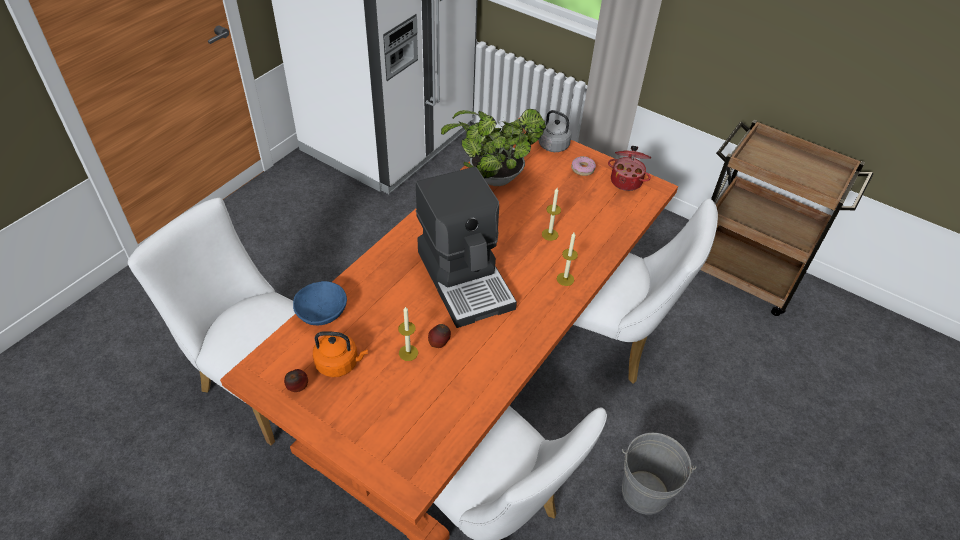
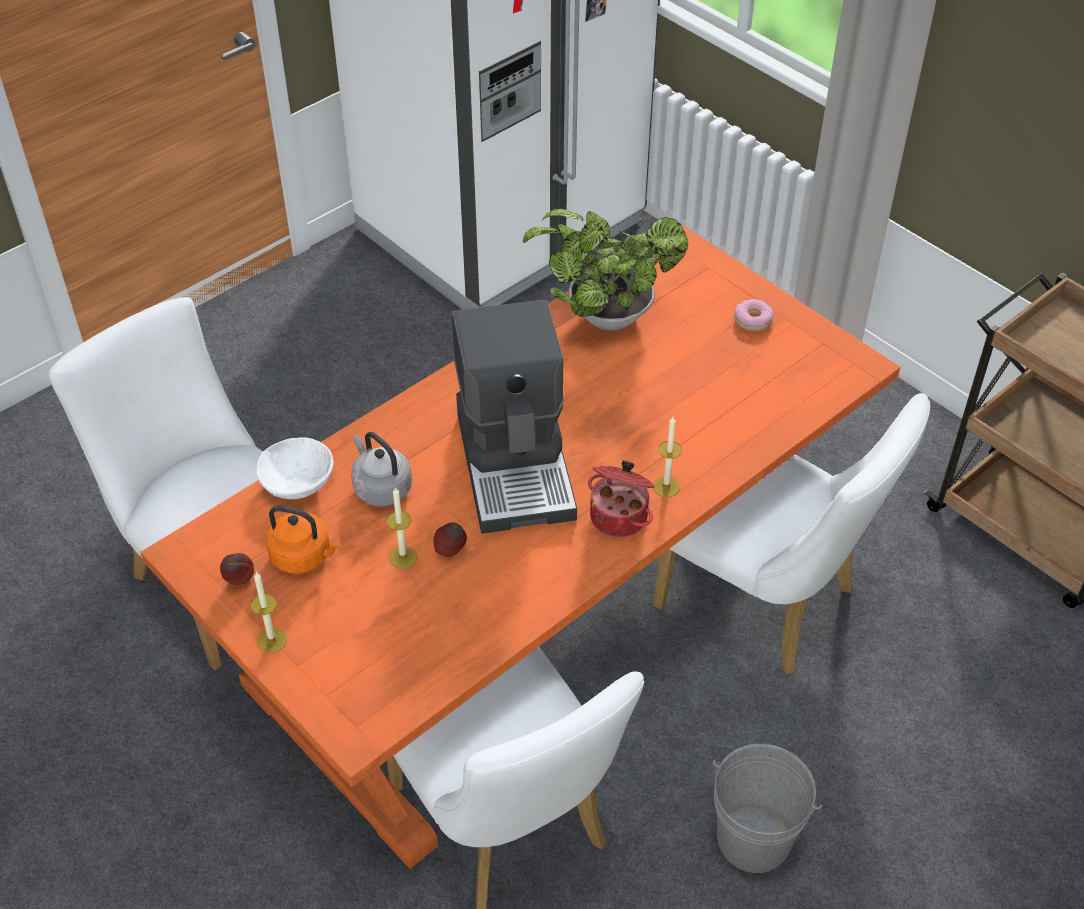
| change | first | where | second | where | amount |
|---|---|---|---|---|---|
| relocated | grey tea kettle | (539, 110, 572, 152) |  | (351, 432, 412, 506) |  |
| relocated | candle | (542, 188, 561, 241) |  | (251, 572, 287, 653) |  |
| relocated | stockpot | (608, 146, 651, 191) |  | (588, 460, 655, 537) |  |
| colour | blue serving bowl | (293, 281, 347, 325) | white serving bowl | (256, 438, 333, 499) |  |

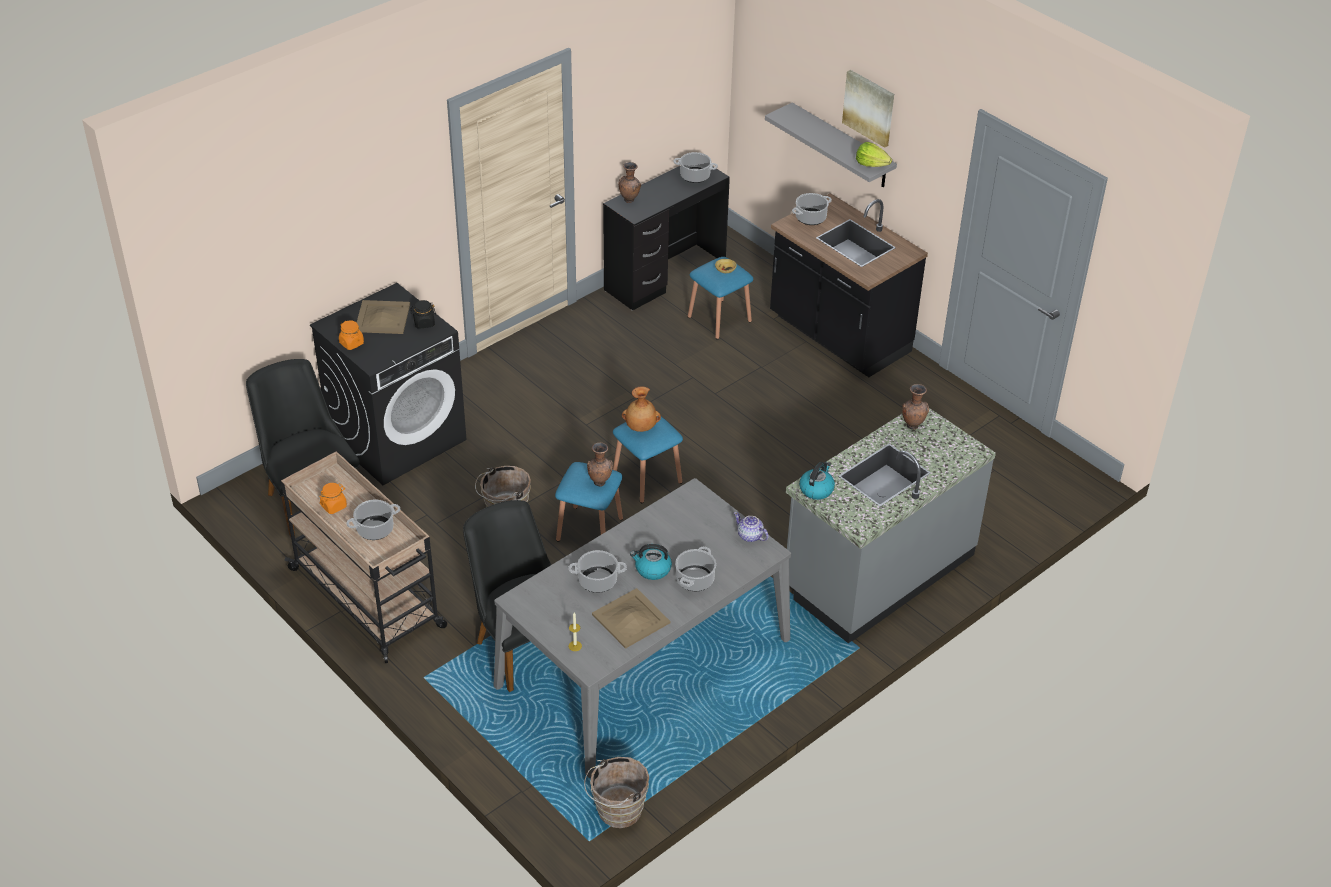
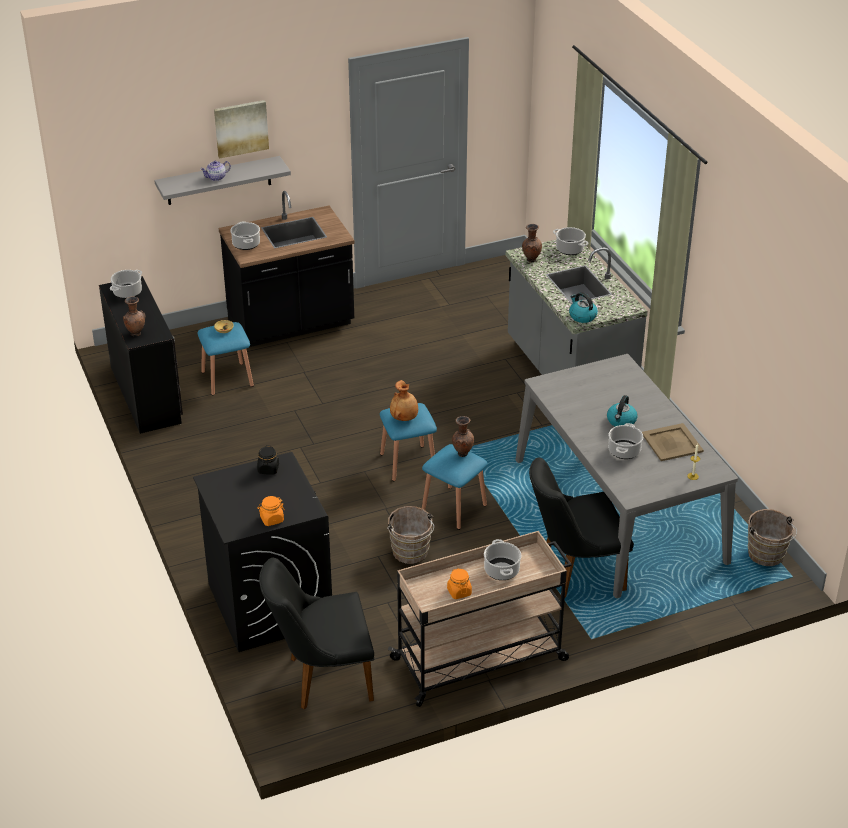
| change | first | where | second | where | amount |
|---|---|---|---|---|---|
| missing | sand-coloured serving tray | (356, 300, 410, 334) |  |  |  |
| missing | head of lettuce | (856, 142, 892, 167) |  |  |  |
| relocated | stockpot | (675, 547, 716, 591) |  | (553, 227, 589, 255) |  |
| relocated | tea pot | (734, 512, 769, 542) |  | (200, 161, 231, 181) |  |

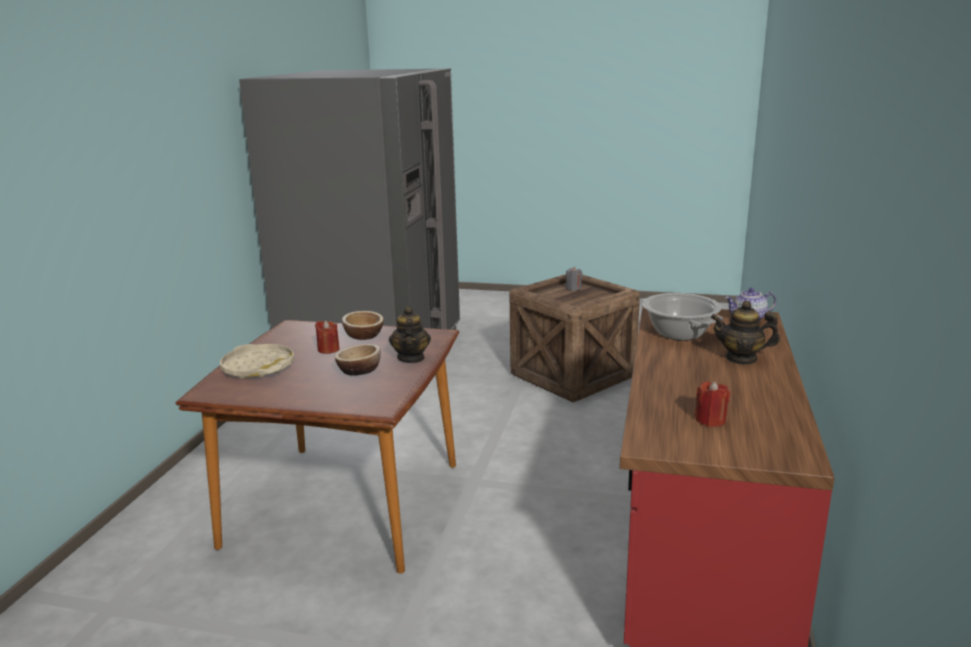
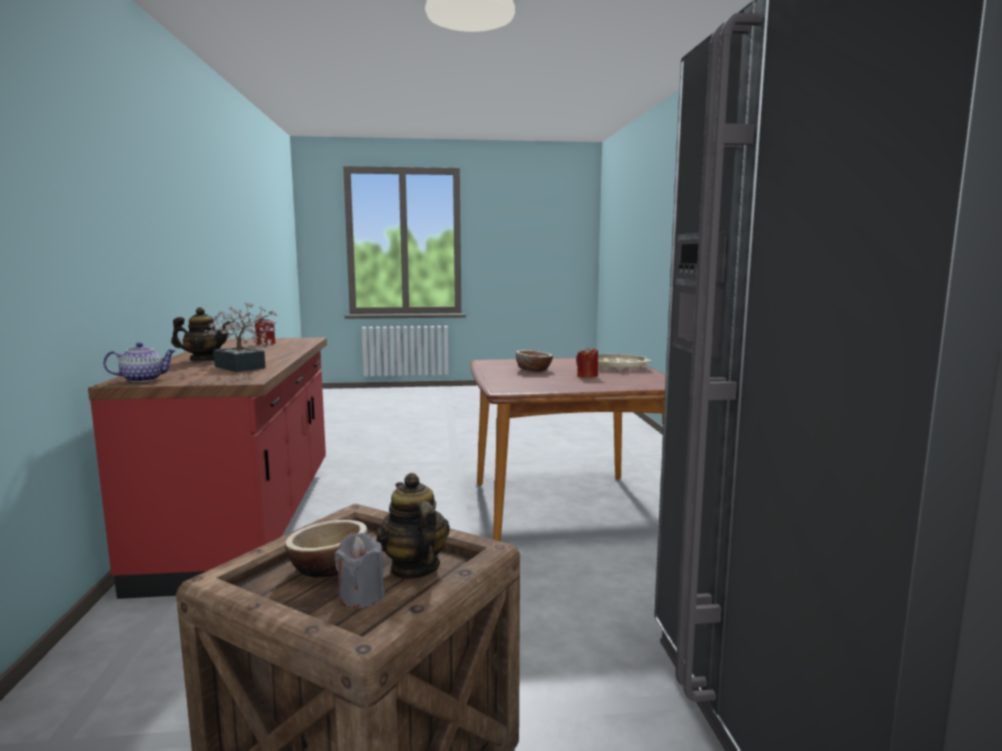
| change | first | where | second | where | amount |
|---|---|---|---|---|---|
| relocated | serving bowl | (342, 311, 384, 340) |  | (285, 520, 368, 578) |  |
| relocated | tea pot | (389, 306, 431, 363) |  | (376, 473, 450, 579) |  |
| exchanged | stockpot | (642, 293, 723, 341) | plant in a pot | (203, 303, 278, 372) |  |

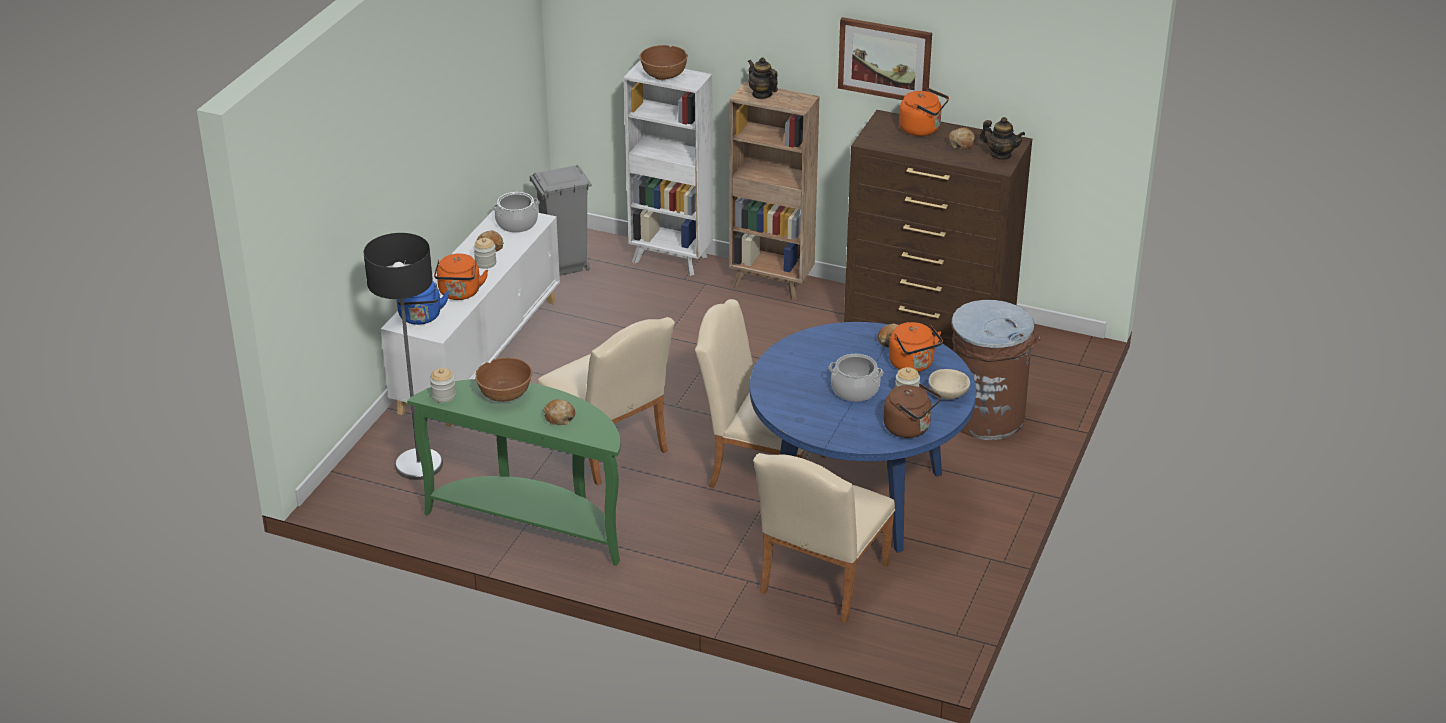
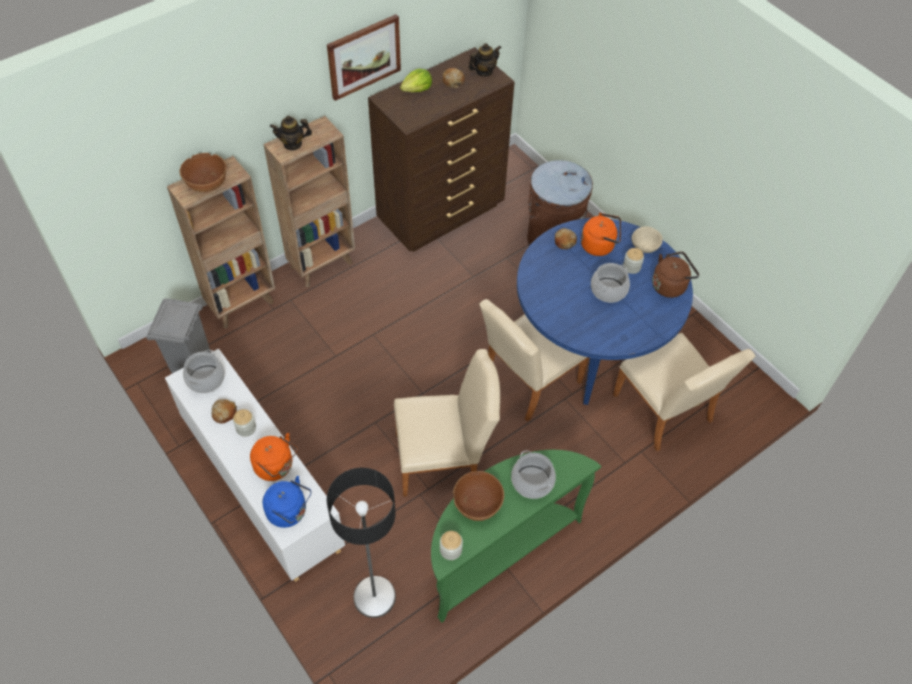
| change | first | where | second | where | amount |
|---|---|---|---|---|---|
| exchanged | bakery bread | (543, 399, 575, 425) | stockpot | (511, 451, 556, 499) |  |
| exchanged | orange tea kettle | (899, 88, 949, 136) | head of lettuce | (400, 69, 432, 92) |  |
| colour | white shelving unit | (624, 61, 713, 276) | brown-coloured shelving unit | (167, 156, 275, 328) |  |

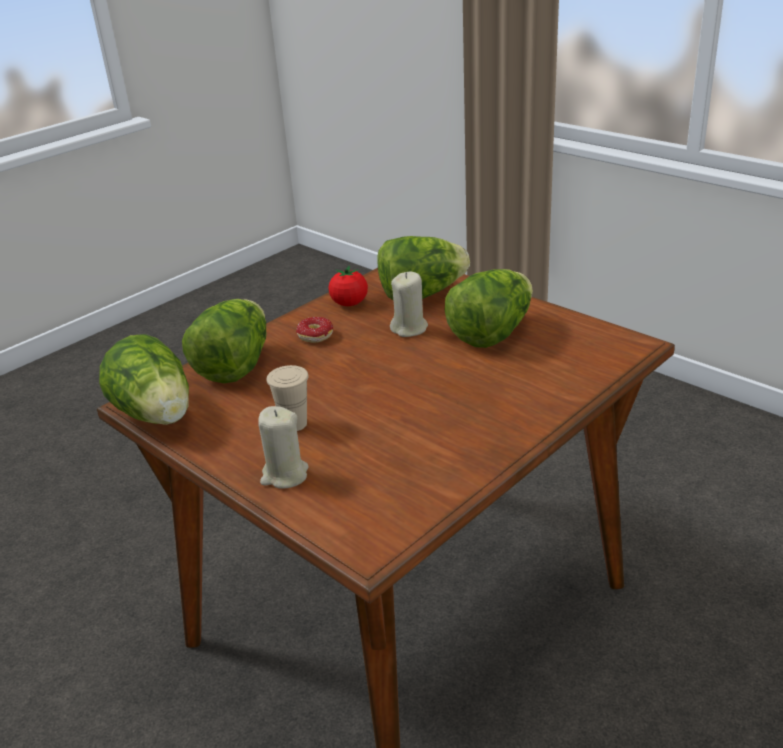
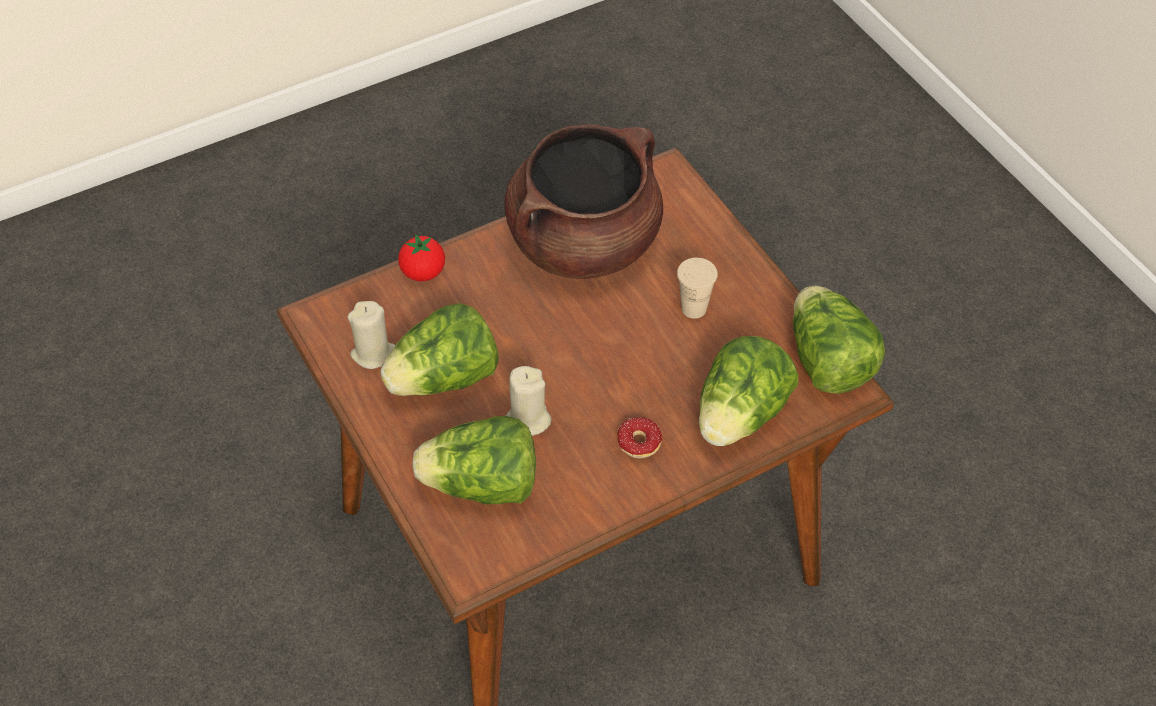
| change | first | where | second | where | amount |
|---|---|---|---|---|---|
| appeared |  |  | brown-coloured stockpot | (504, 124, 663, 279) |  |
| relocated | sand-coloured candle | (258, 406, 309, 489) |  | (347, 301, 396, 369) |  |
| relocated | whole tomato | (328, 266, 368, 306) |  | (398, 234, 445, 281) |  |

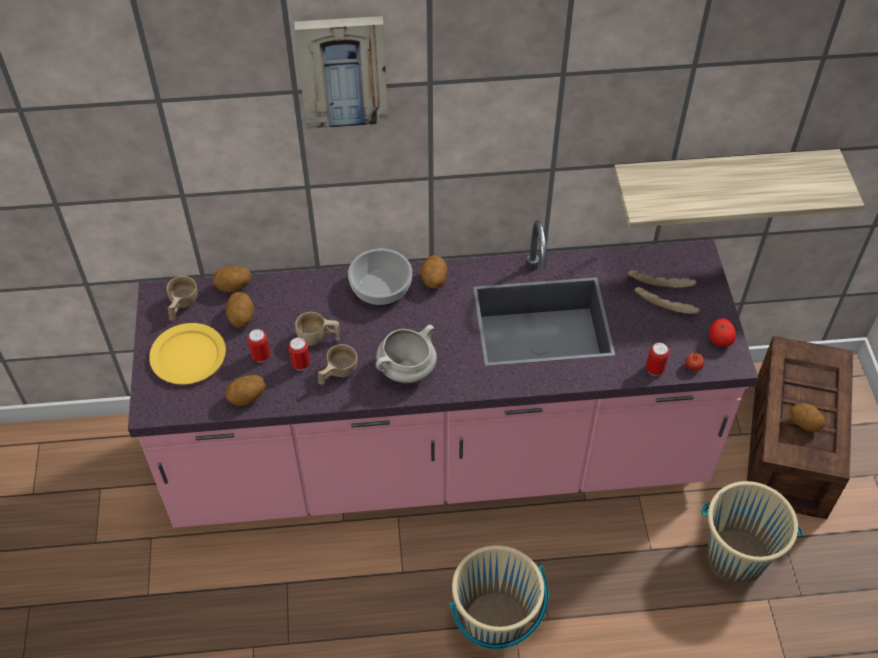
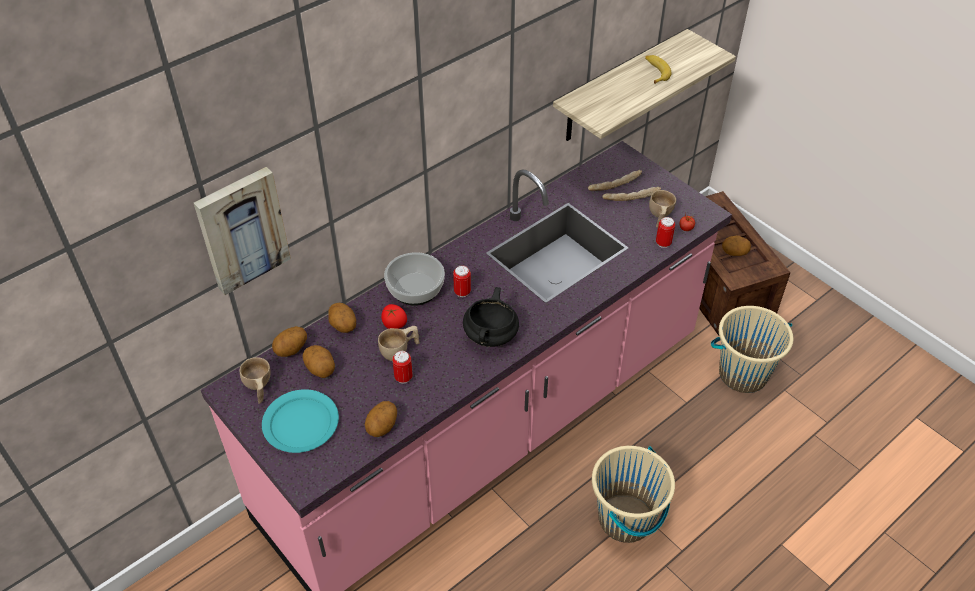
| change | first | where | second | where | amount |
|---|---|---|---|---|---|
| appeared |  |  | whole banana | (645, 55, 672, 84) |  |
| relocated | can | (248, 329, 270, 362) |  | (453, 265, 471, 297) |  |
| relocated | picture | (294, 16, 388, 129) |  | (194, 167, 291, 295) |  |
| relocated | sand-coloured small cup | (318, 344, 358, 385) |  | (649, 190, 676, 228) |  |
| relocated | spud | (420, 255, 448, 288) |  | (328, 303, 356, 333) |  |
| relocated | whole tomato | (709, 318, 736, 347) |  | (381, 304, 407, 329) |  |
| colour | yellow-coloured dinner plate | (149, 323, 226, 385) | turquoise-coloured dinner plate | (262, 389, 339, 453) |  |
| colour | white stockpot | (376, 325, 437, 383) | black stockpot | (463, 287, 519, 347) |  |

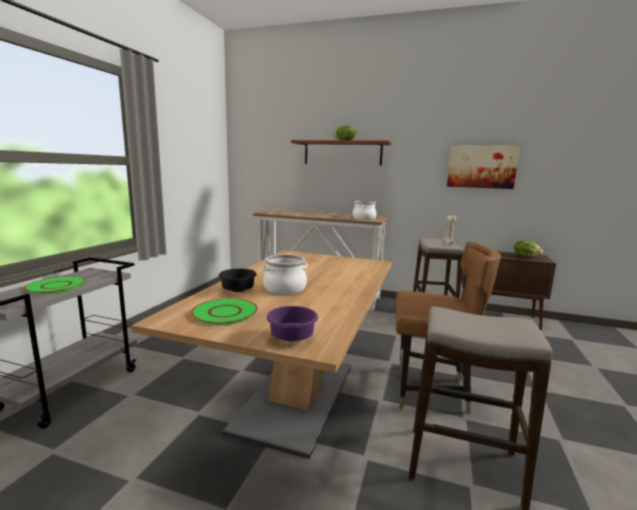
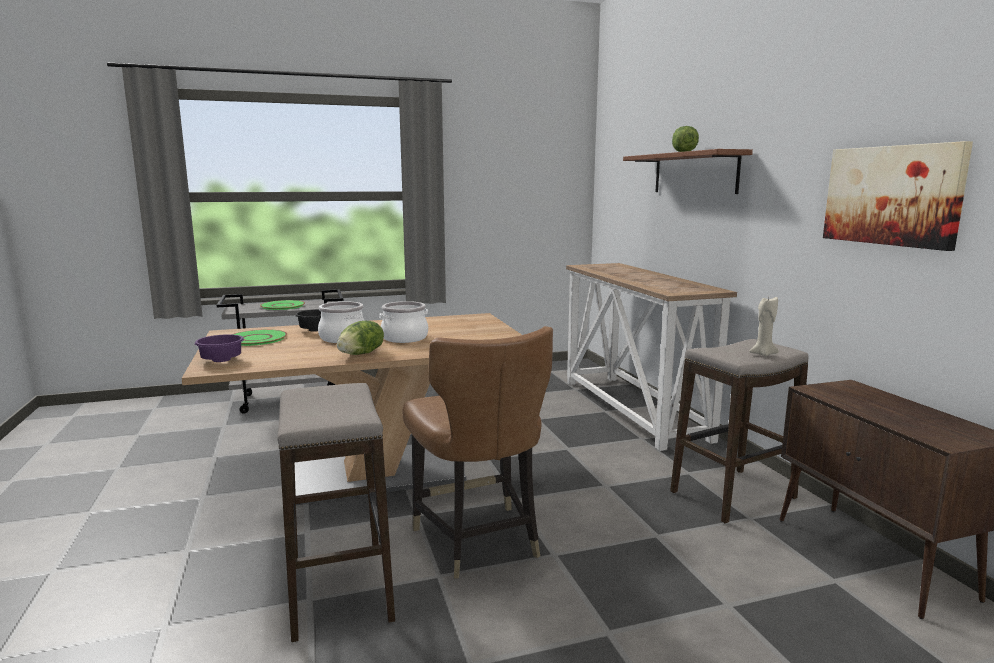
| change | first | where | second | where | amount |
|---|---|---|---|---|---|
| relocated | stockpot | (352, 201, 376, 220) |  | (379, 301, 428, 343) |  |
| relocated | head of lettuce | (514, 240, 543, 257) |  | (337, 321, 384, 355) |  |

